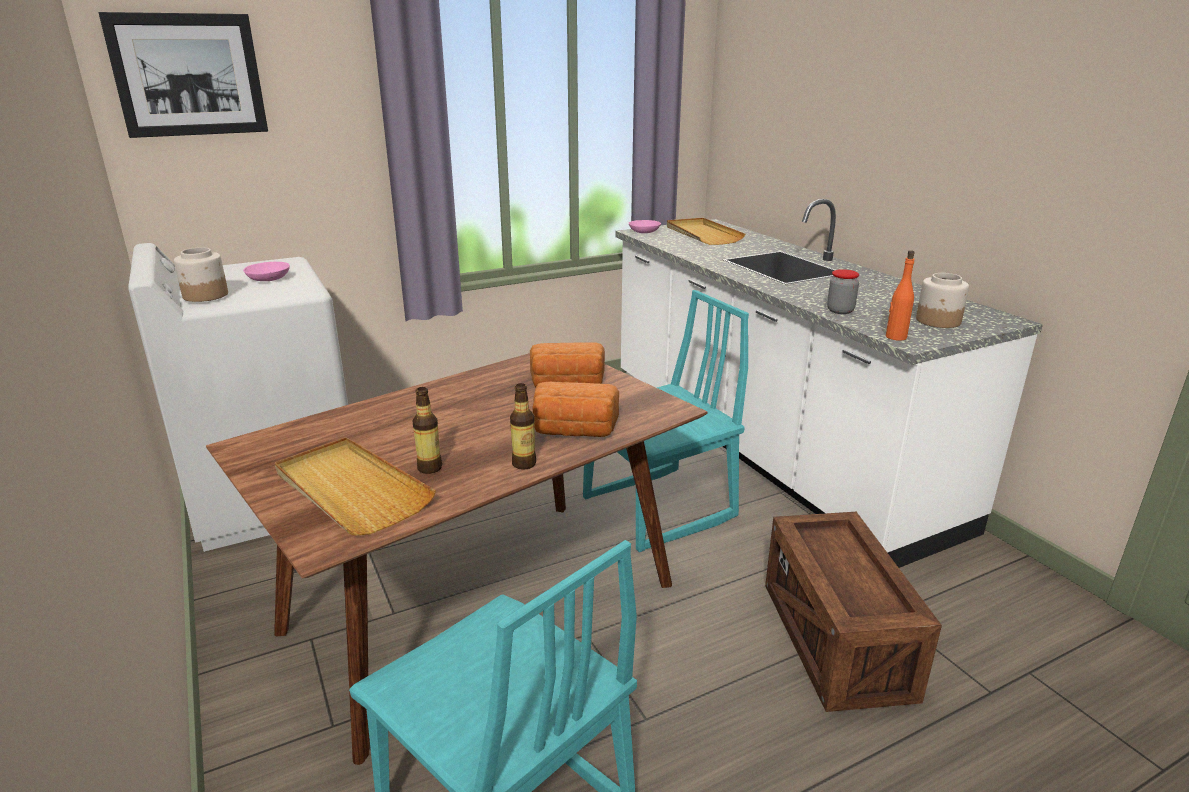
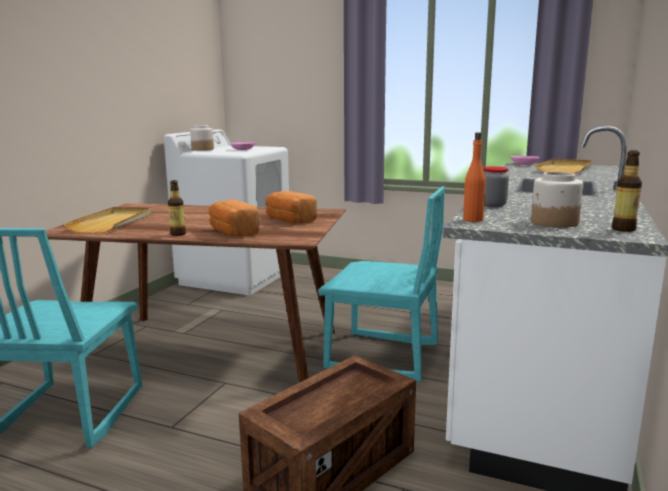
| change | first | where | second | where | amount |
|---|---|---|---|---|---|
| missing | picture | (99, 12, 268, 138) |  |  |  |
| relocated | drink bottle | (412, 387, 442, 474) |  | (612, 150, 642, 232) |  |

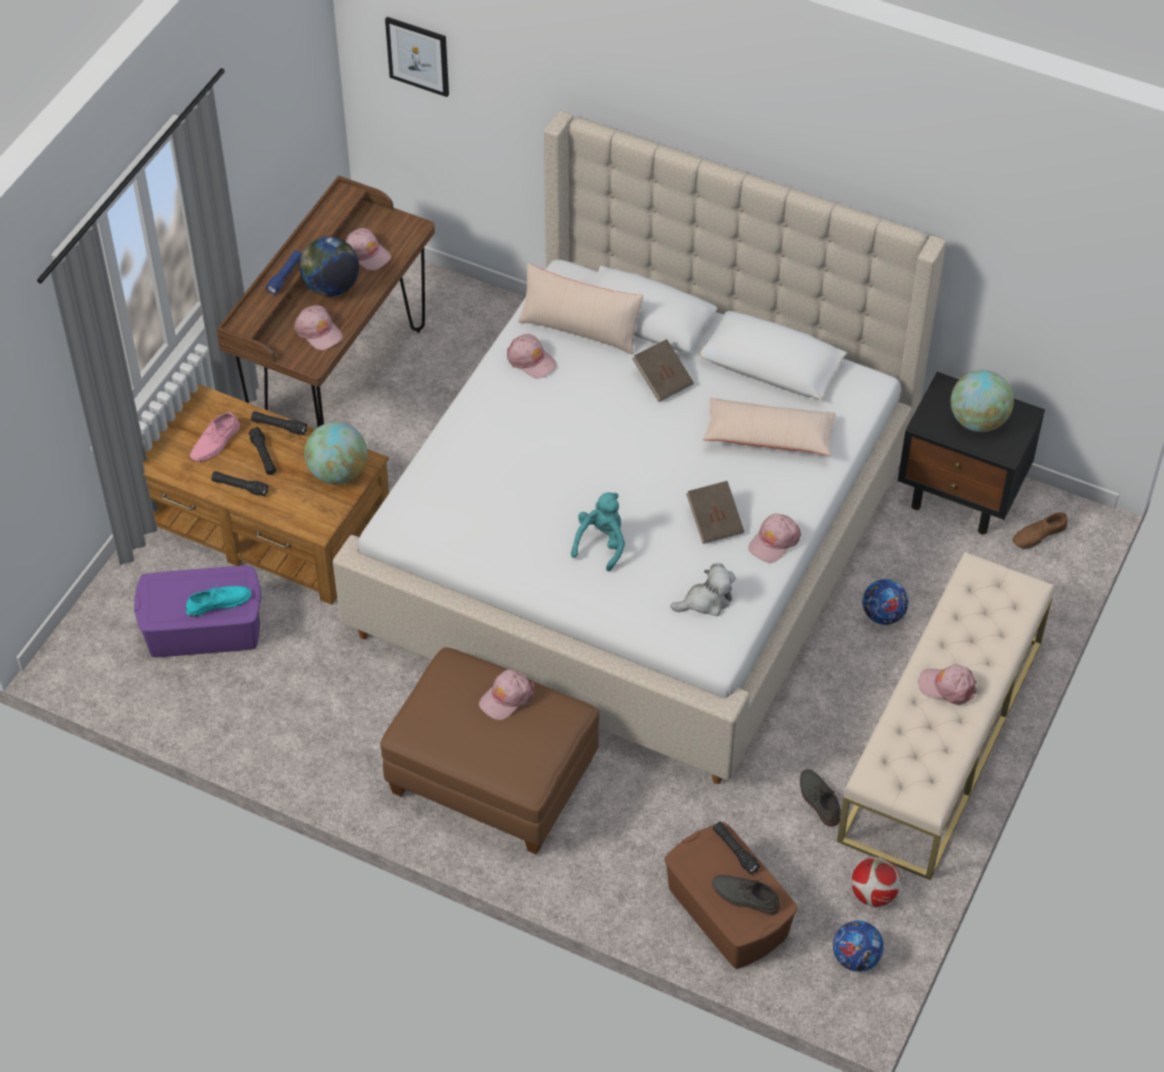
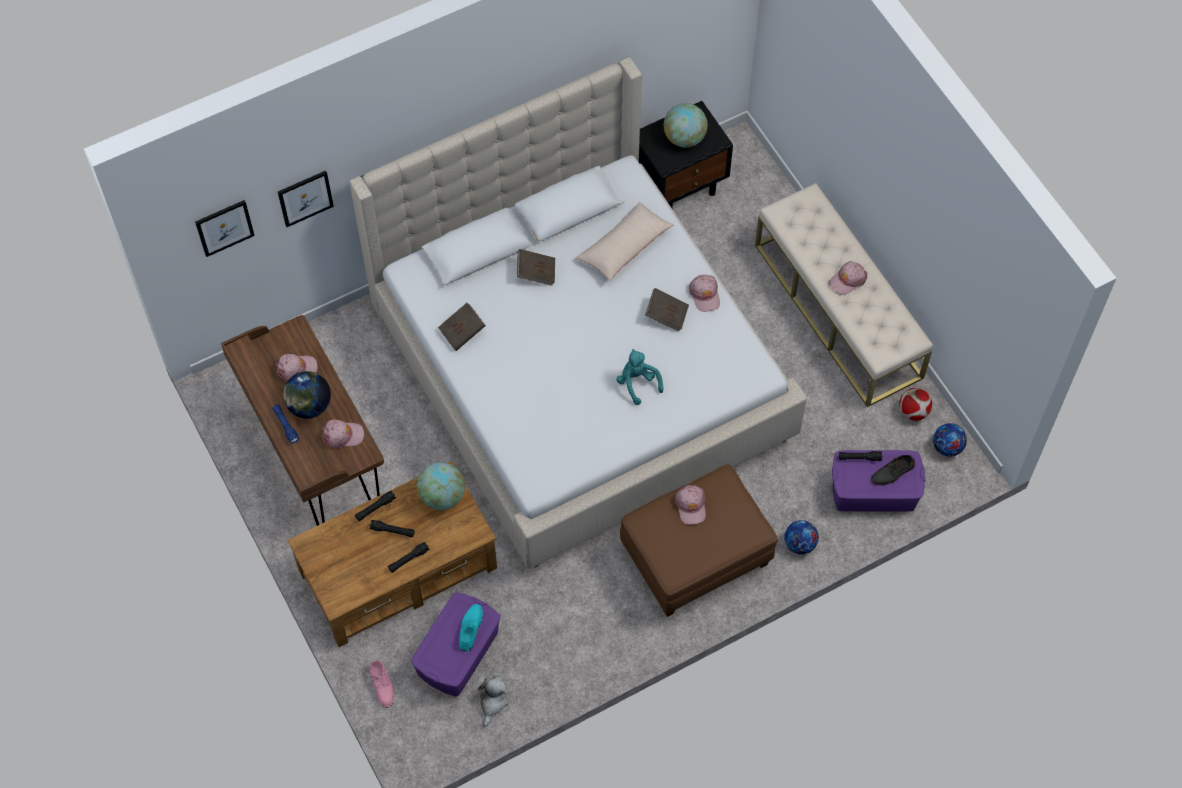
| change | first | where | second | where | amount |
|---|---|---|---|---|---|
| missing | sand-coloured cushion | (518, 263, 643, 354) |  |  |  |
| missing | grey shoe | (800, 769, 841, 827) |  |  |  |
| missing | brown-coloured shoe | (1012, 512, 1068, 549) |  |  |  |
| appeared |  |  | picture | (278, 171, 334, 227) |  |
| relocated | pinkish shoe | (190, 412, 240, 462) |  | (369, 660, 394, 708) |  |
| relocated | cuddly toy | (671, 563, 736, 616) |  | (478, 676, 508, 727) |  |
| relocated | football | (863, 579, 908, 625) |  | (784, 520, 819, 555) |  |
| exchanged | pinkish baseball cap | (507, 334, 557, 379) | brown-coloured bound book | (438, 303, 486, 351) |  |
| colour | brown-coloured storage box | (664, 822, 798, 969) | purple storage box | (832, 450, 925, 511) |  |

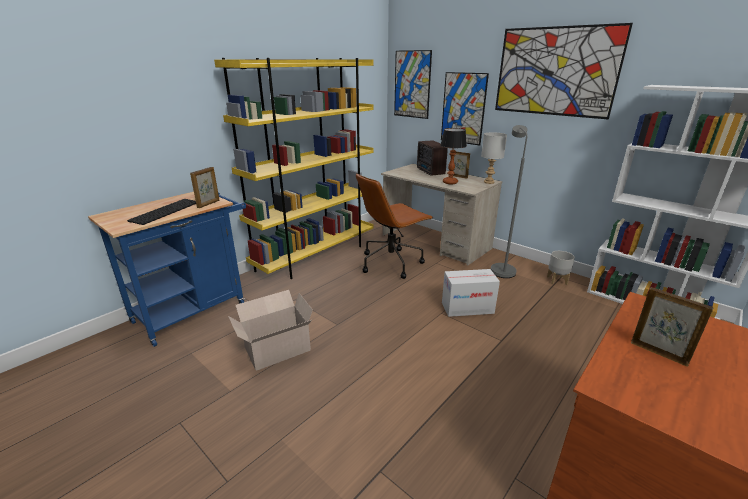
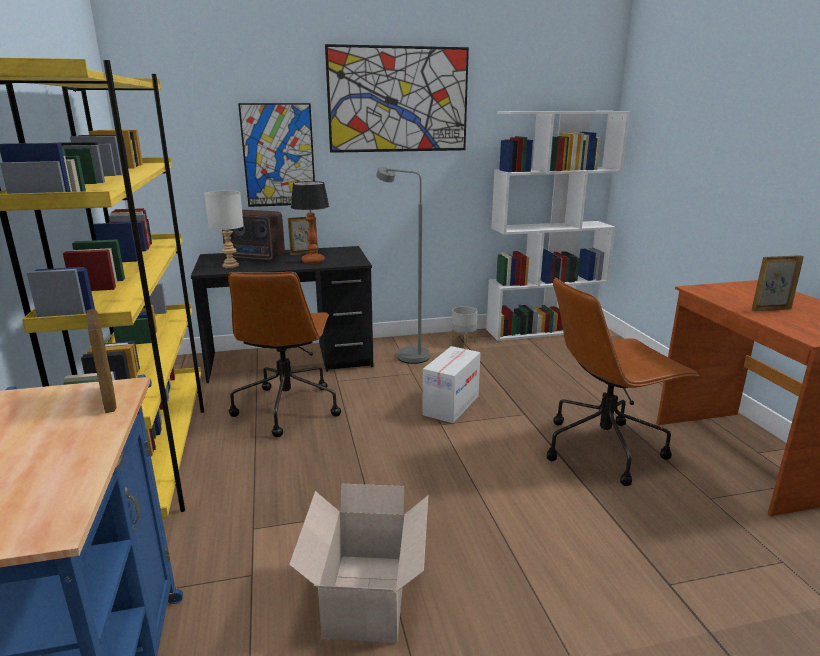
| change | first | where | second | where | amount |
|---|---|---|---|---|---|
| missing | keyboard | (127, 199, 196, 225) |  |  |  |
| missing | picture | (394, 50, 432, 119) |  |  |  |
| appeared |  |  | brown-coloured desk chair | (547, 277, 699, 486) |  |
| relocated | grey tabletop lamp | (481, 132, 507, 184) |  | (204, 190, 244, 268) |  |
| colour | sand-coloured desk unit | (381, 164, 503, 265) | black desk unit | (191, 246, 373, 383) |  |

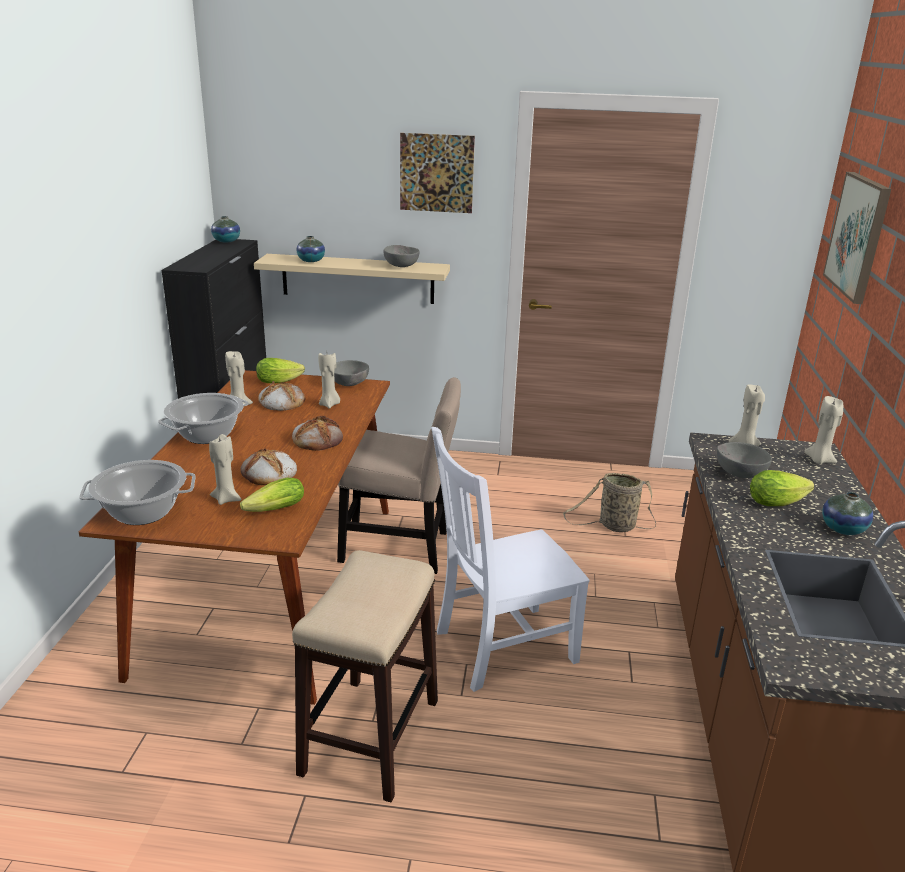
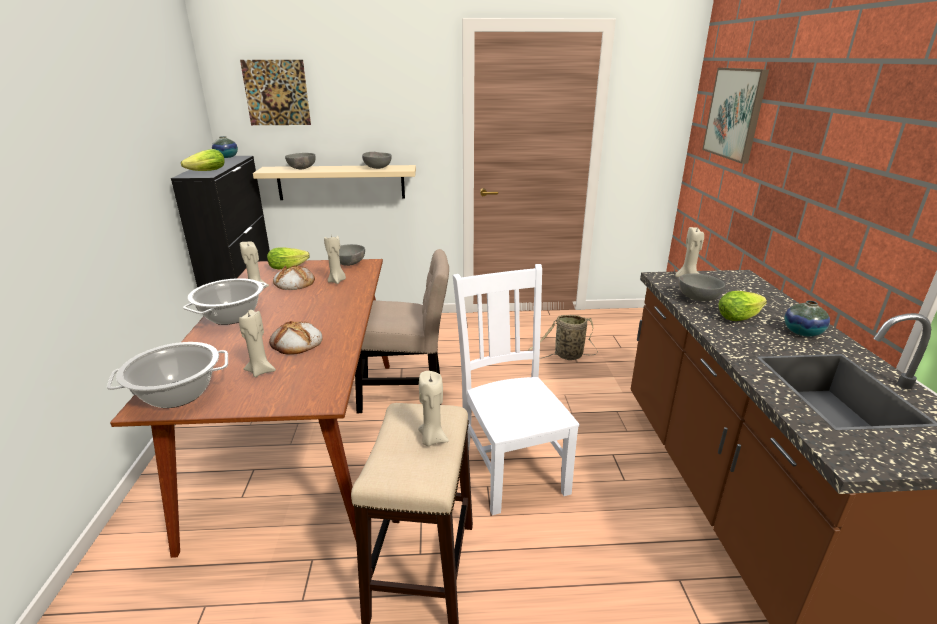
| change | first | where | second | where | amount |
|---|---|---|---|---|---|
| missing | bakery bread | (292, 416, 343, 451) |  |  |  |
| relocated | head of lettuce | (240, 478, 304, 512) |  | (181, 149, 225, 171) |  |
| relocated | picture | (400, 133, 475, 213) |  | (240, 60, 311, 125) |  |
| relocated | sand-coloured candle | (804, 396, 843, 464) |  | (418, 371, 449, 446) |  |
| exchanged | vase | (296, 236, 325, 262) | grey serving bowl | (285, 153, 316, 170) |  |
| spun | white chair | (431, 427, 590, 692) |  | (453, 264, 580, 515) | 105 degrees clockwise |

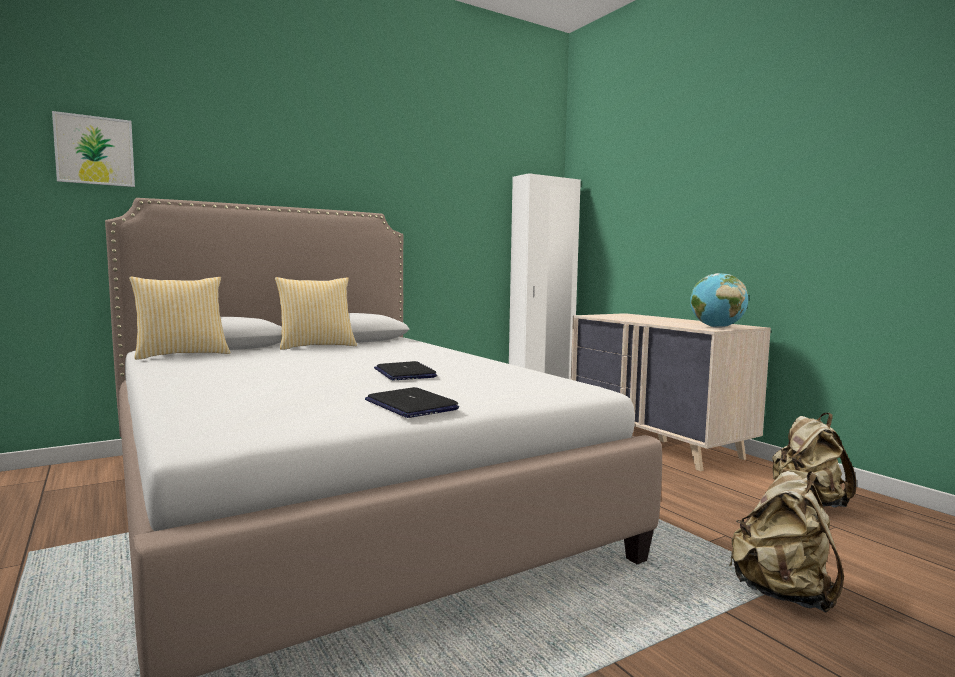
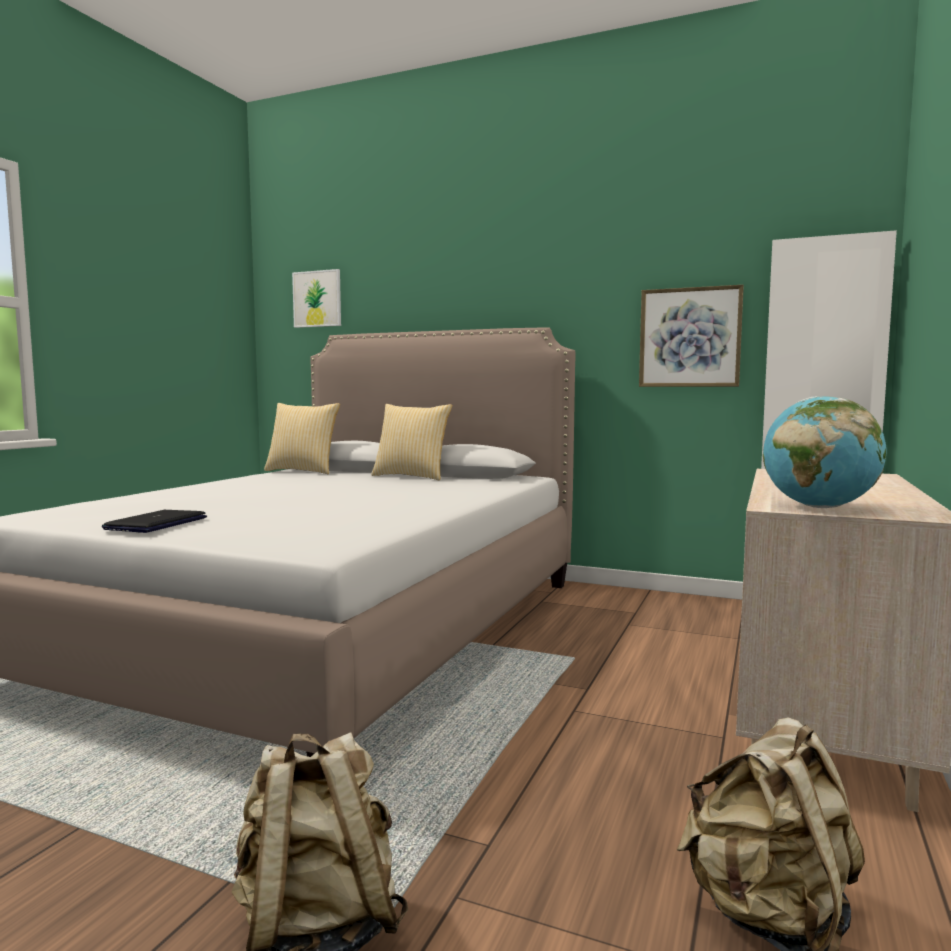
| change | first | where | second | where | amount |
|---|---|---|---|---|---|
| missing | notebook computer | (374, 361, 437, 380) |  |  |  |
| appeared |  |  | picture | (639, 285, 744, 387) |  |

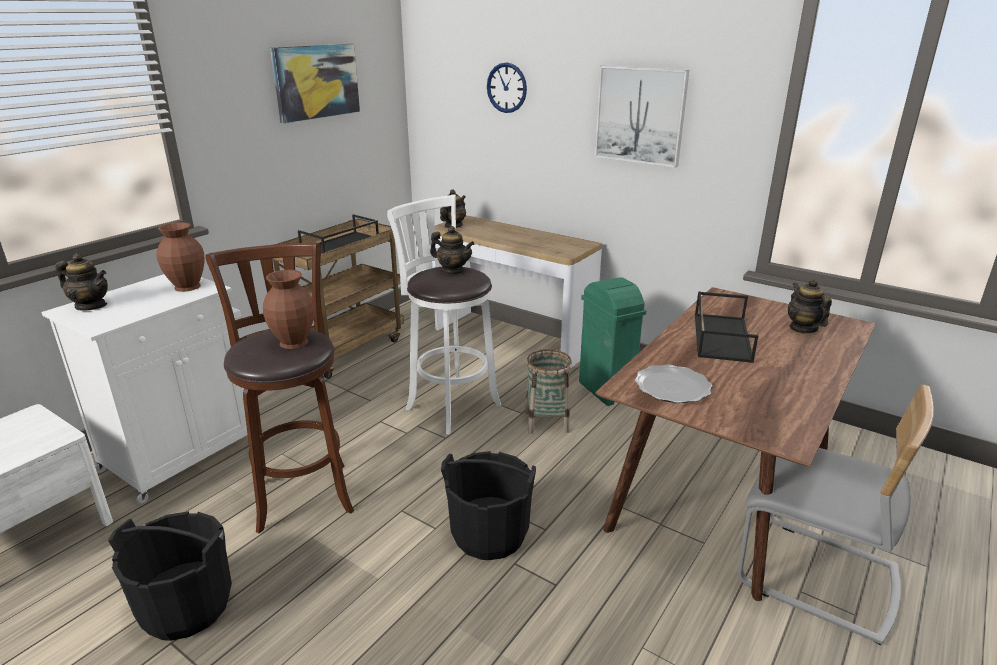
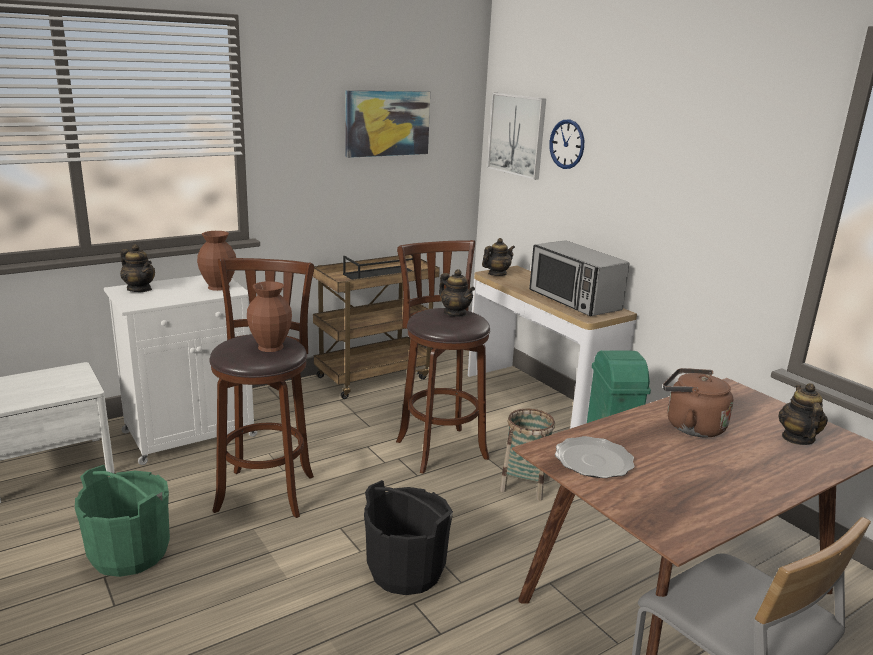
| change | first | where | second | where | amount |
|---|---|---|---|---|---|
| appeared |  |  | kitchen microwave | (529, 240, 629, 316) |  |
| relocated | picture | (594, 66, 689, 168) |  | (487, 93, 546, 180) |  |
| exchanged | black serving tray | (695, 291, 758, 363) | brown-coloured tea kettle | (663, 368, 733, 438) |  |
| colour | black bucket | (108, 511, 232, 641) | greenish bucket | (75, 465, 170, 577) |  |
| colour | white stool | (387, 195, 501, 435) | brown-coloured stool | (396, 240, 490, 474) |  |

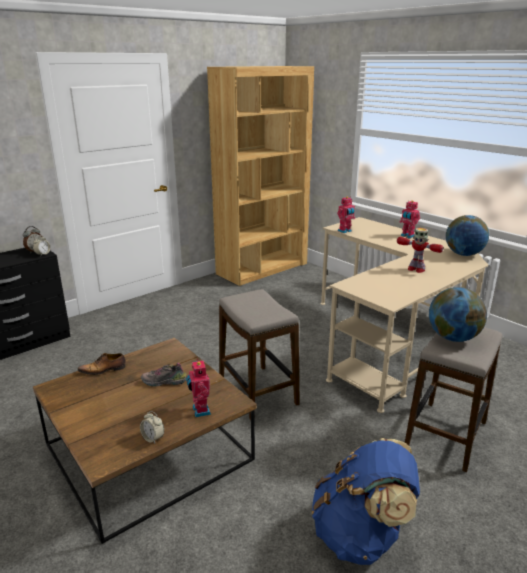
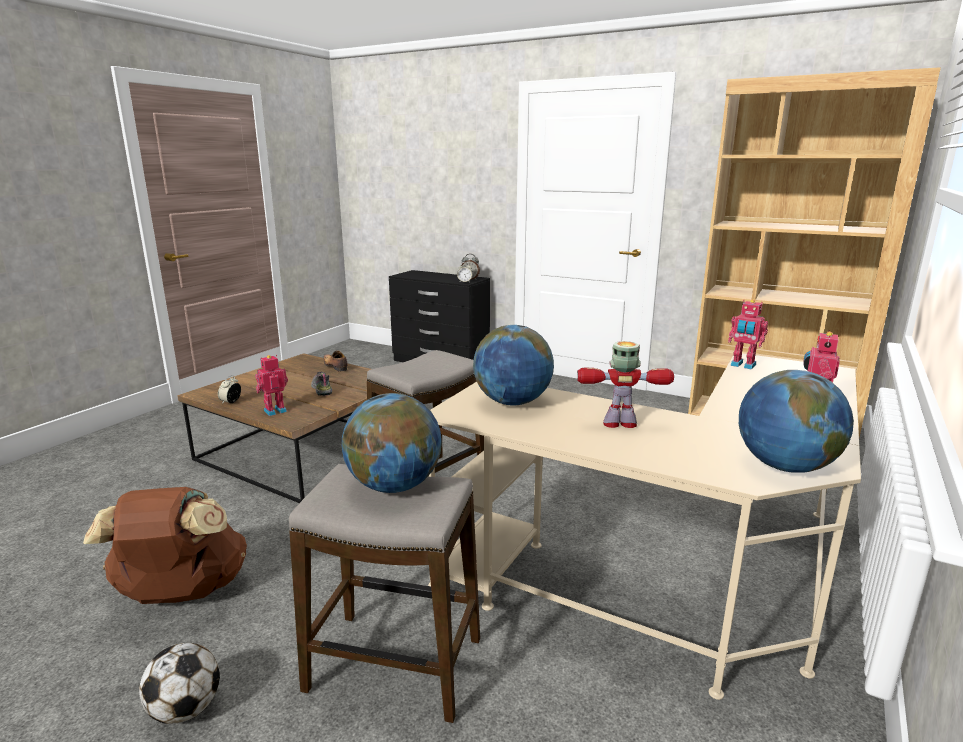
| change | first | where | second | where | amount |
|---|---|---|---|---|---|
| appeared |  |  | football | (139, 643, 220, 724) |  |
| appeared |  |  | desk globe | (473, 325, 554, 406) |  |
| colour | blue backpack | (312, 438, 420, 565) | brown-coloured backpack | (83, 487, 247, 604) |  |
| spun | model robot | (397, 228, 444, 273) |  | (577, 341, 674, 428) | 75 degrees clockwise |

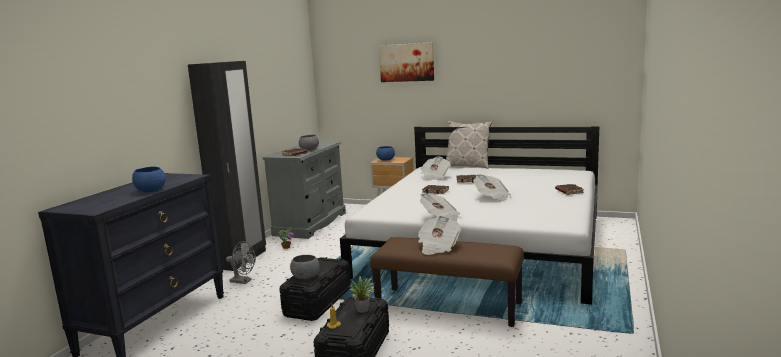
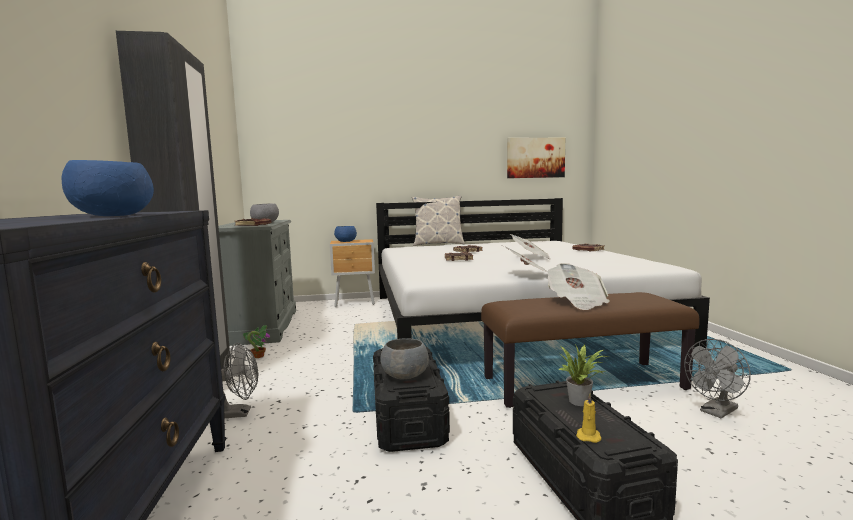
| change | first | where | second | where | amount |
|---|---|---|---|---|---|
| missing | newspaper | (421, 157, 451, 181) |  |  |  |
| appeared |  |  | grey fan | (684, 339, 751, 418) |  |
| relocated | picture | (379, 43, 434, 82) |  | (507, 138, 565, 178) |  |

